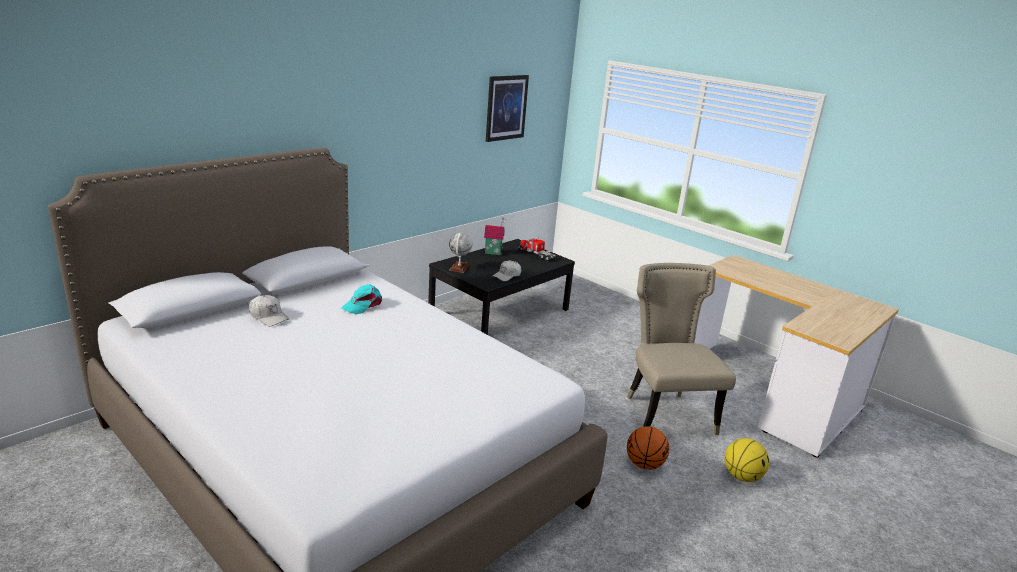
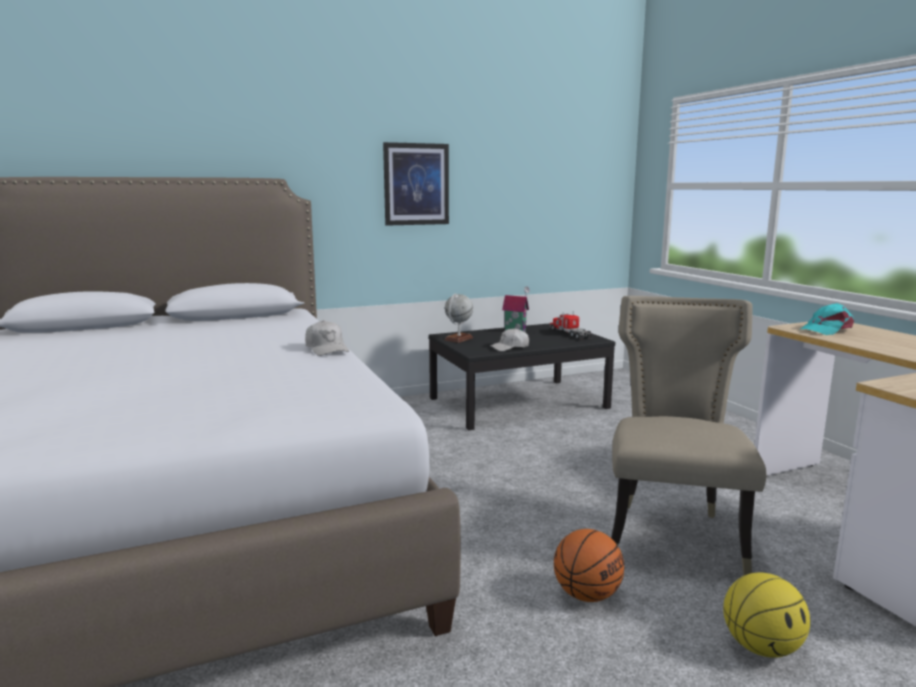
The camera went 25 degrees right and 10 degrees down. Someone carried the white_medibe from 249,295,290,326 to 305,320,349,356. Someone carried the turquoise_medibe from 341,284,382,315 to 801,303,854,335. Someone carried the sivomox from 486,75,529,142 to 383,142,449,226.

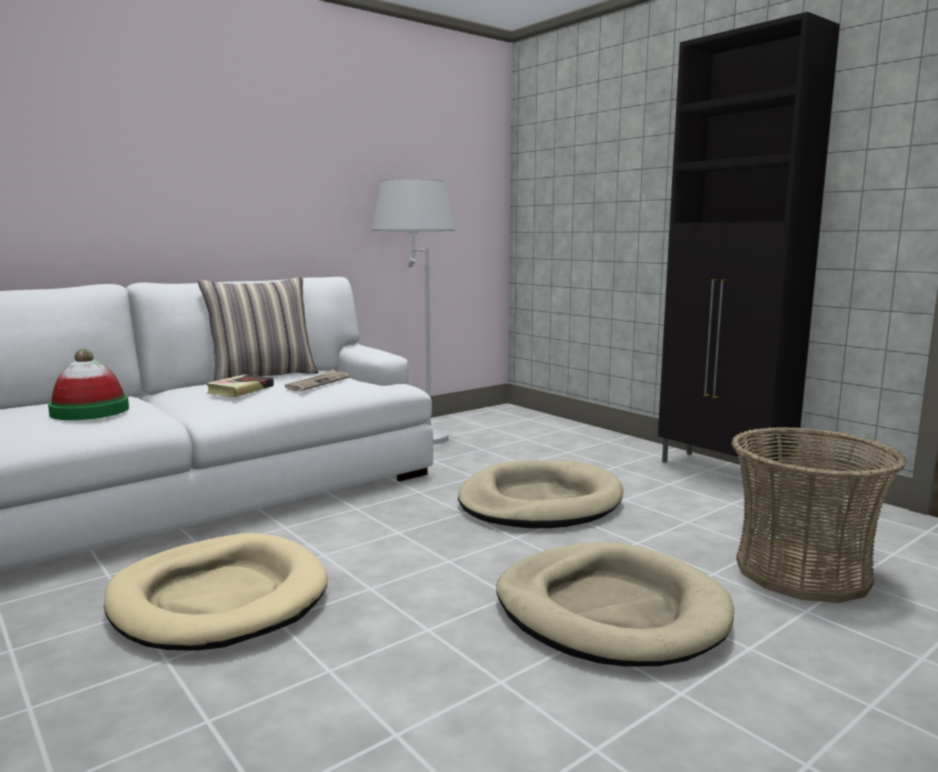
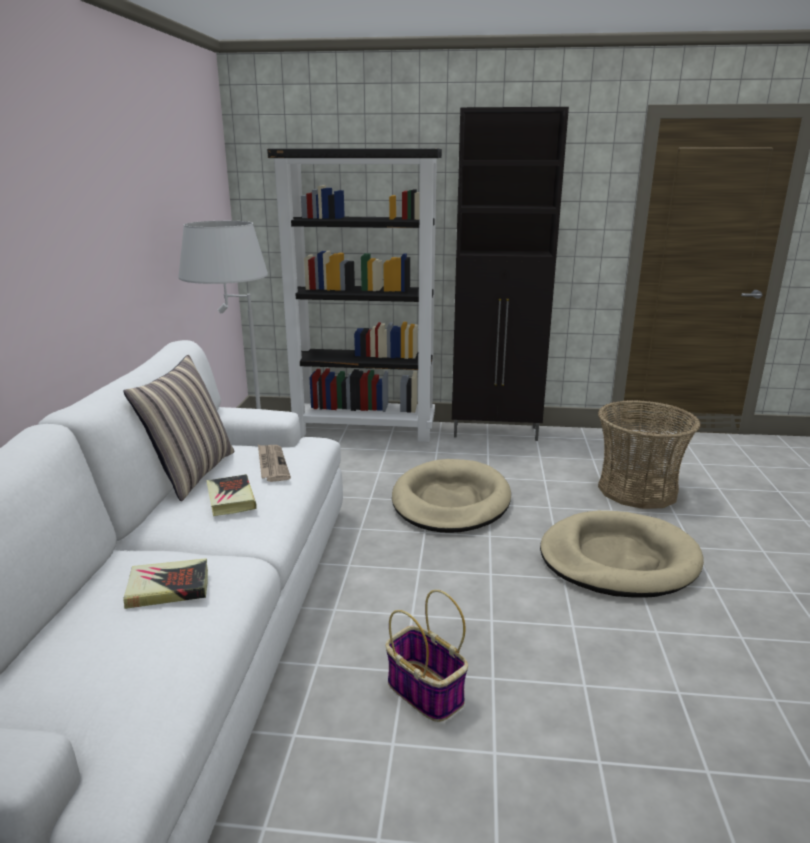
The camera went 45 degrees left and 10 degrees up. Someone put down the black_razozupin at 267,148,442,442. Someone swapped the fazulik at 48,349,129,420 for the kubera at 123,558,208,609. Someone swapped the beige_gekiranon at 104,533,328,651 for the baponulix at 386,590,468,722.

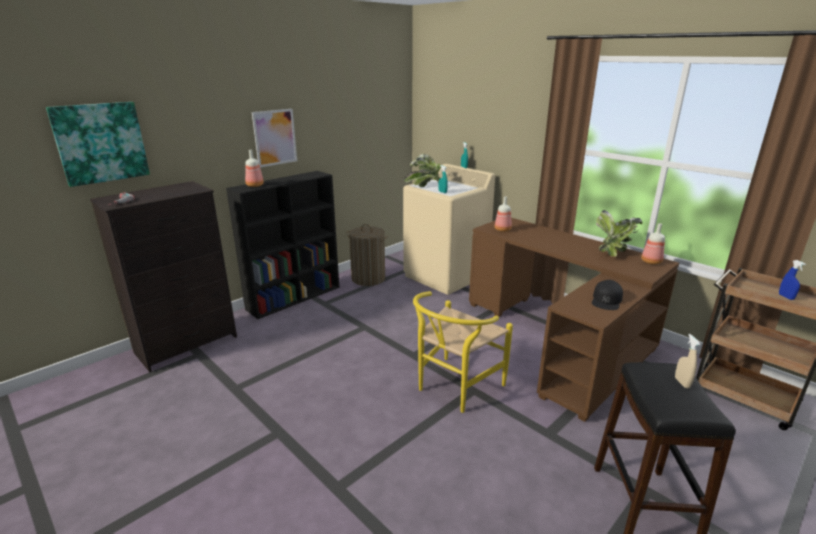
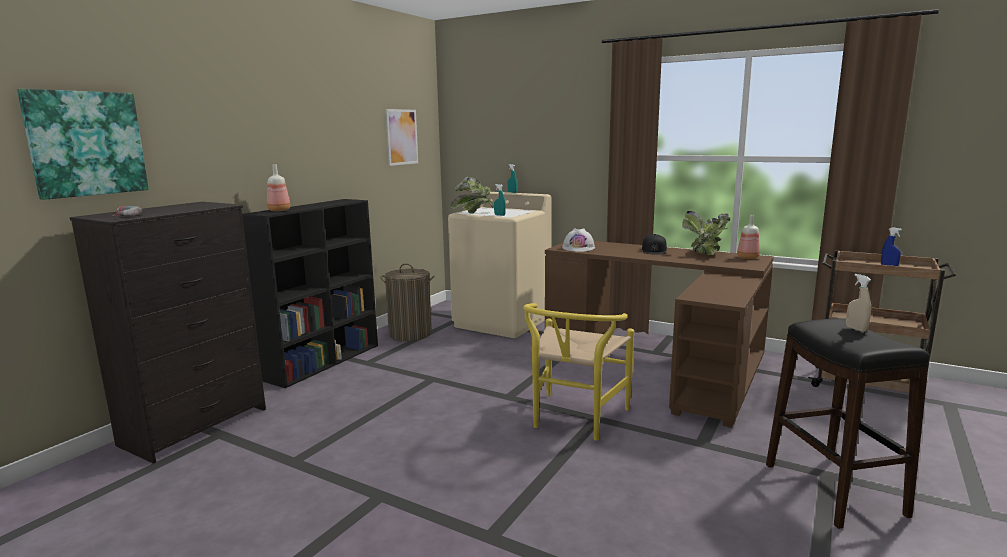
The camera went 15 degrees left and 10 degrees down. Someone carried the sivomox from 252,109,297,167 to 385,109,418,166. Someone carried the black_medibe from 592,280,623,310 to 642,234,667,255. Someone swapped the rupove at 495,196,512,232 for the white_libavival at 562,228,595,252.

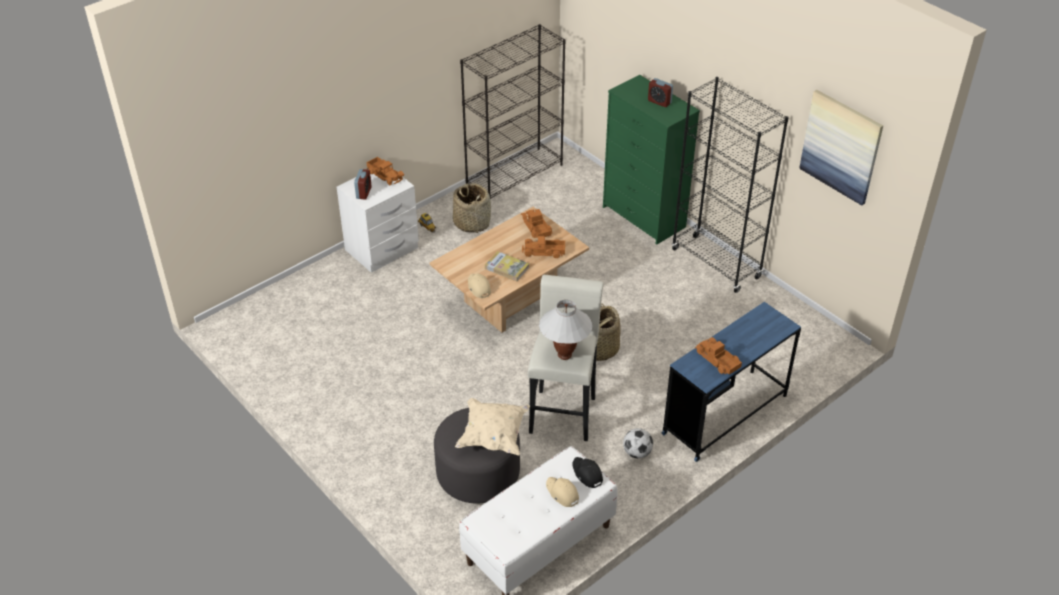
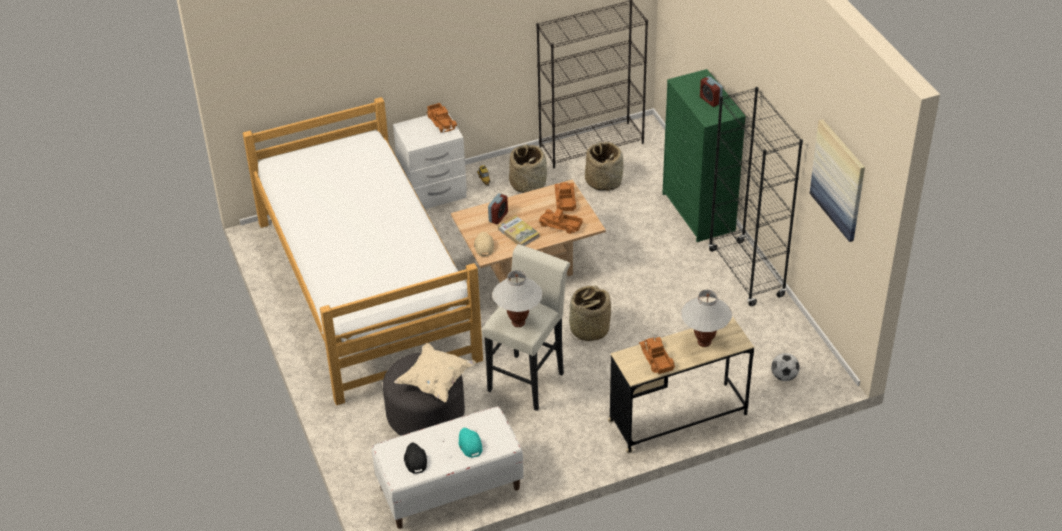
The camera went 20 degrees right and 0 degrees up. Someone put down the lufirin at 243,97,483,405. Someone put down the baponulix at 585,142,624,191. Someone put down the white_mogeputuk at 681,290,732,347. Someone carried the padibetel from 354,169,372,200 to 488,193,508,224. Someone carried the black_medibe from 572,457,603,488 to 404,443,427,474. Someone carried the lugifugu from 623,428,653,458 to 771,353,800,381. Someone repainted the beige_medibe at 546,477,579,507, which became the turquoise_medibe at 458,428,482,458. Someone repainted the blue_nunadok at 662,302,801,462, which became the beige_nunadok at 608,316,754,453.

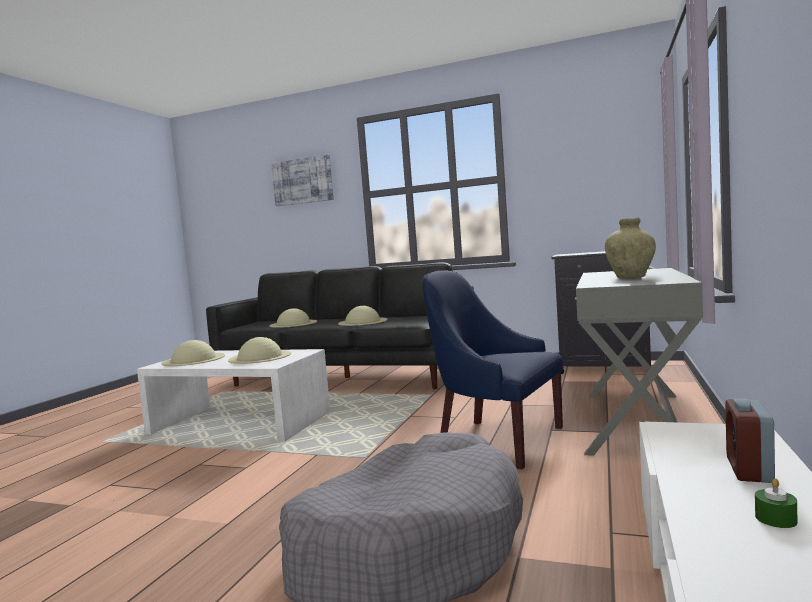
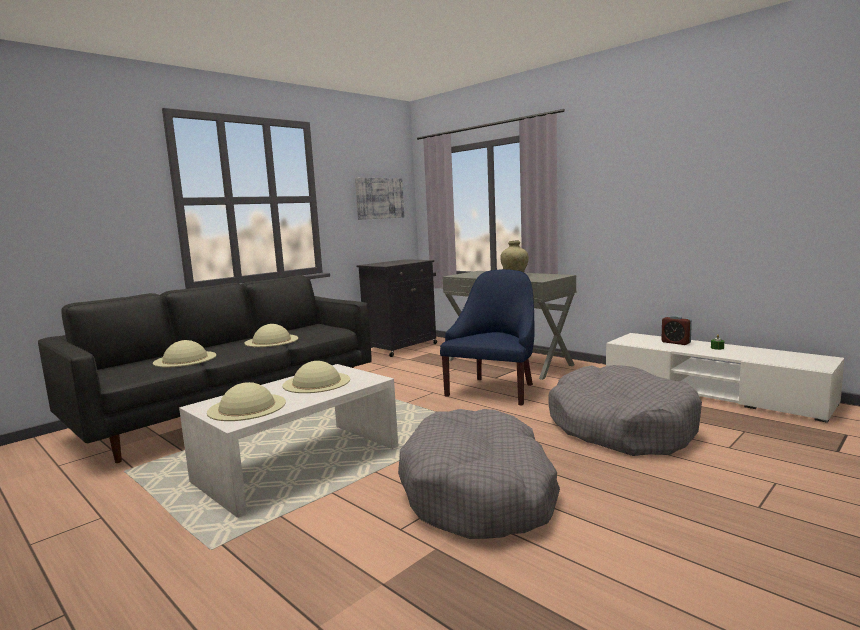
The camera went 65 degrees left and 5 degrees up. Someone put down the grey_gekiranon at 398,409,560,539. Someone carried the sivomox from 271,155,334,206 to 355,178,404,220. Someone rotated the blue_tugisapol at 423,270,563,469 by 150 degrees clockwise.

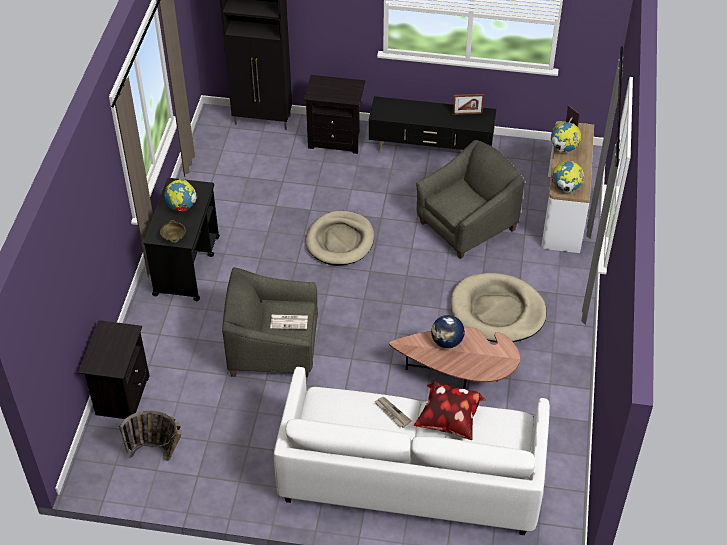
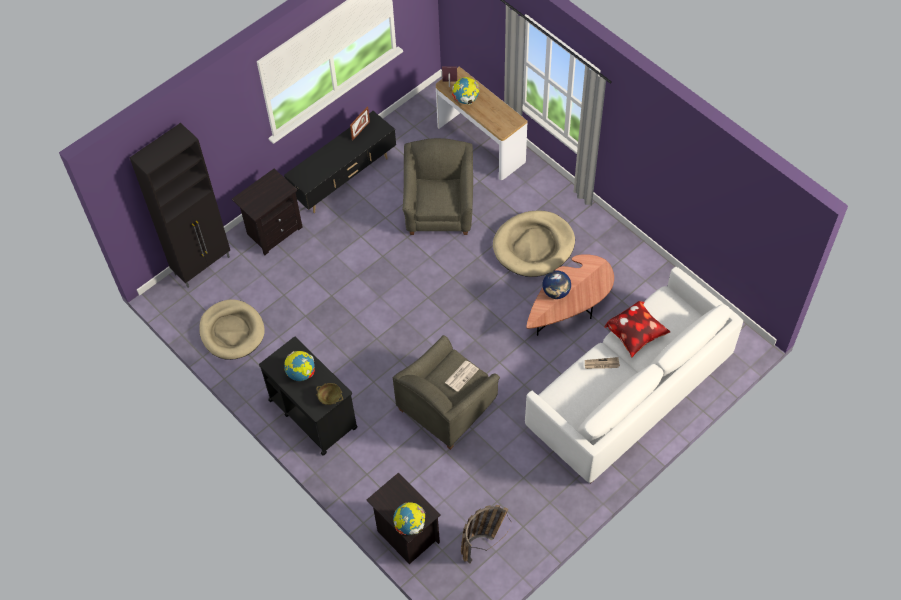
The camera went 50 degrees left and 10 degrees up. Someone carried the beige_gekiranon from 306,211,374,265 to 199,299,265,360. Someone carried the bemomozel from 552,161,585,193 to 393,502,425,535.

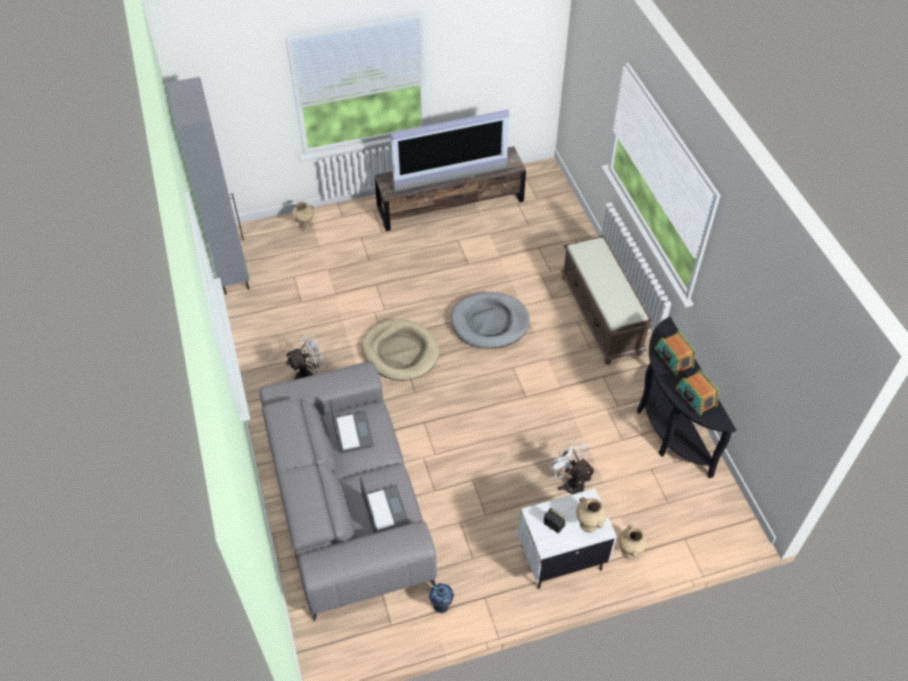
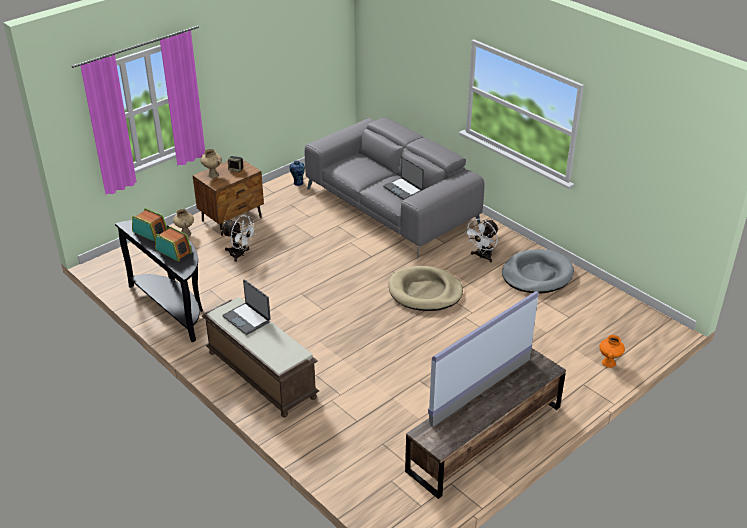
The camera went 155 degrees right and 15 degrees down. Someone took away the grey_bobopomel at 167,77,250,295. Someone carried the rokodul from 360,477,409,533 to 222,279,271,335. Someone carried the grey_gekiranon from 451,292,530,349 to 502,249,574,293. Someone repainted the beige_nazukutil at 292,201,314,231, which became the orange_nazukutil at 599,335,625,368. Someone repainted the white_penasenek at 518,488,617,589, which became the brown_penasenek at 192,160,264,236.

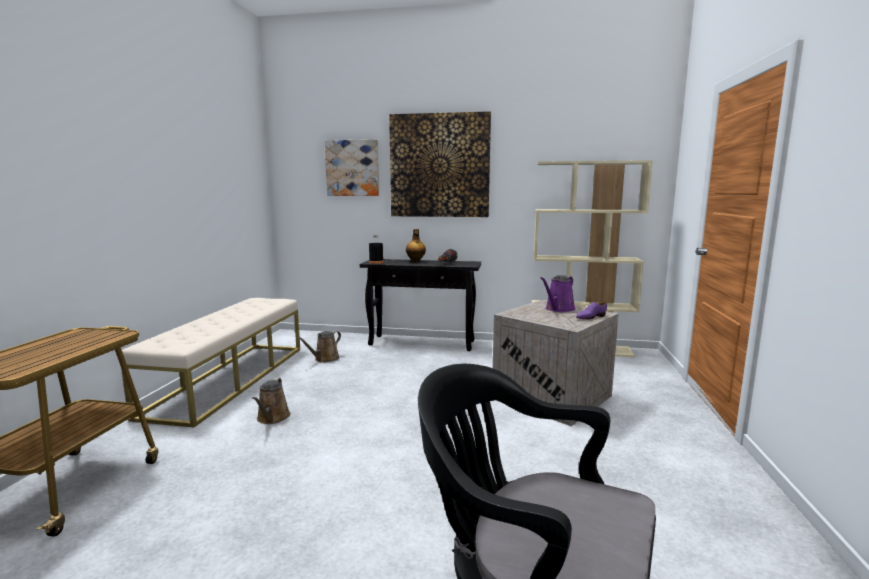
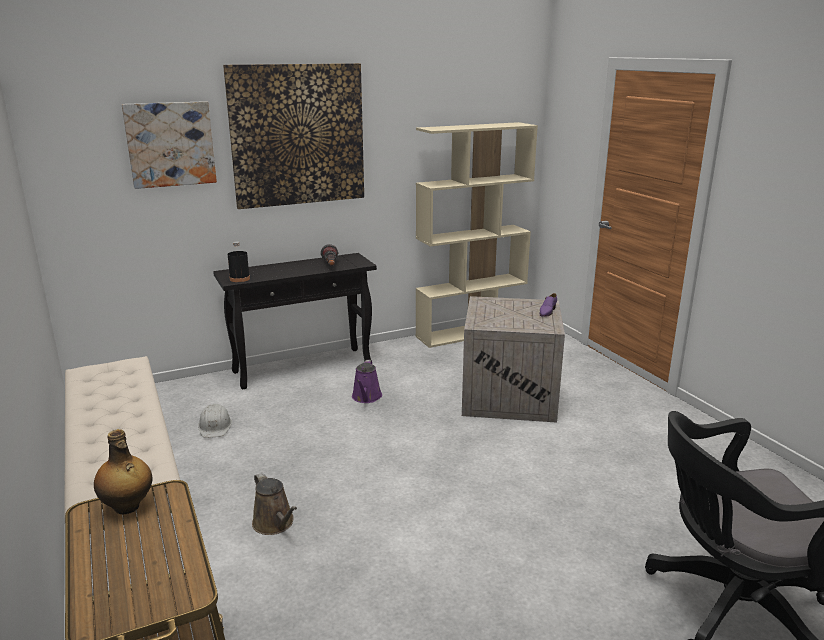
The camera went 35 degrees left and 10 degrees up. Someone carried the rupove from 406,229,426,262 to 94,429,152,514. Someone carried the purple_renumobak from 540,275,576,312 to 352,360,382,403. Someone swapped the brown_renumobak at 297,331,341,362 for the white_libavival at 198,404,232,438.

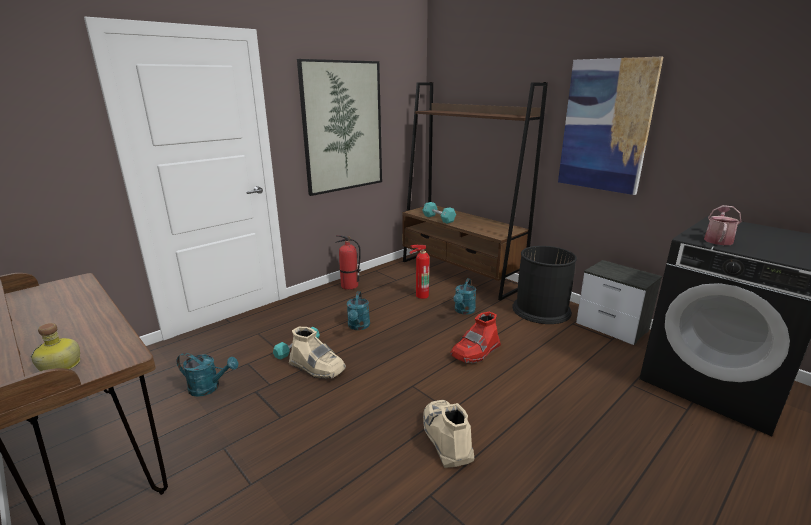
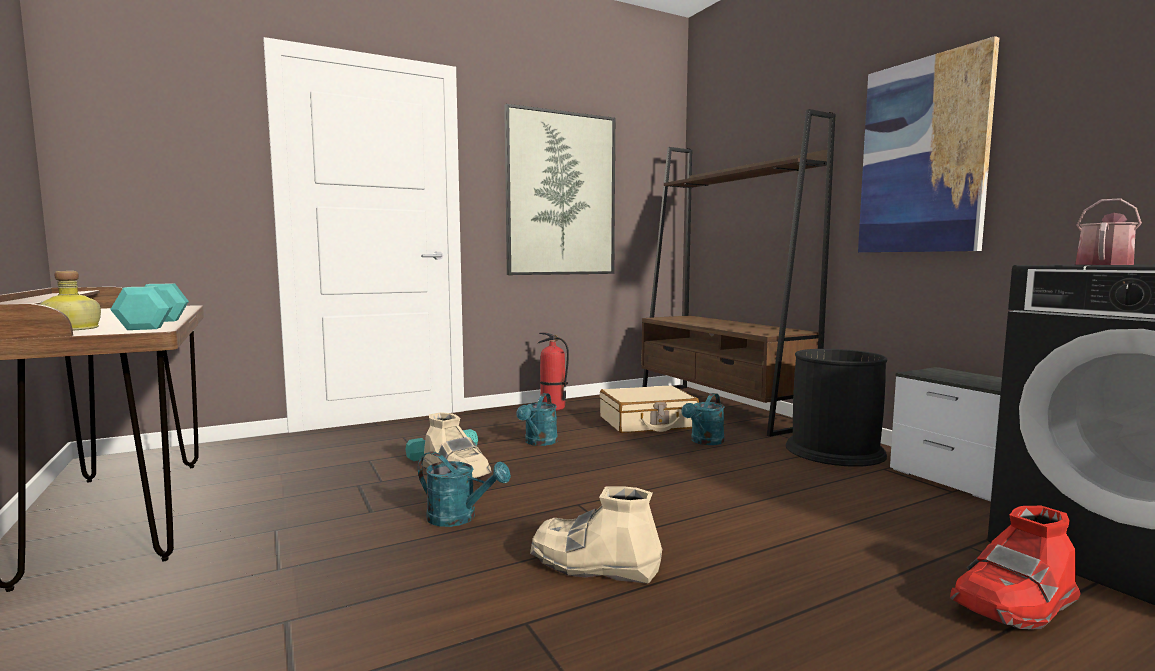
The camera went 15 degrees right and 15 degrees down. Someone carried the turquoise_renumobak from 177,353,238,397 to 418,451,511,527. Someone carried the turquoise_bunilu from 422,202,456,224 to 110,283,189,330. Someone carried the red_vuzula from 450,312,501,363 to 950,506,1080,629. Someone swapped the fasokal at 409,245,429,299 for the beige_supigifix at 600,385,699,433. Someone rotated the beige_vuzula at 423,400,475,468 by 75 degrees counterclockwise.

